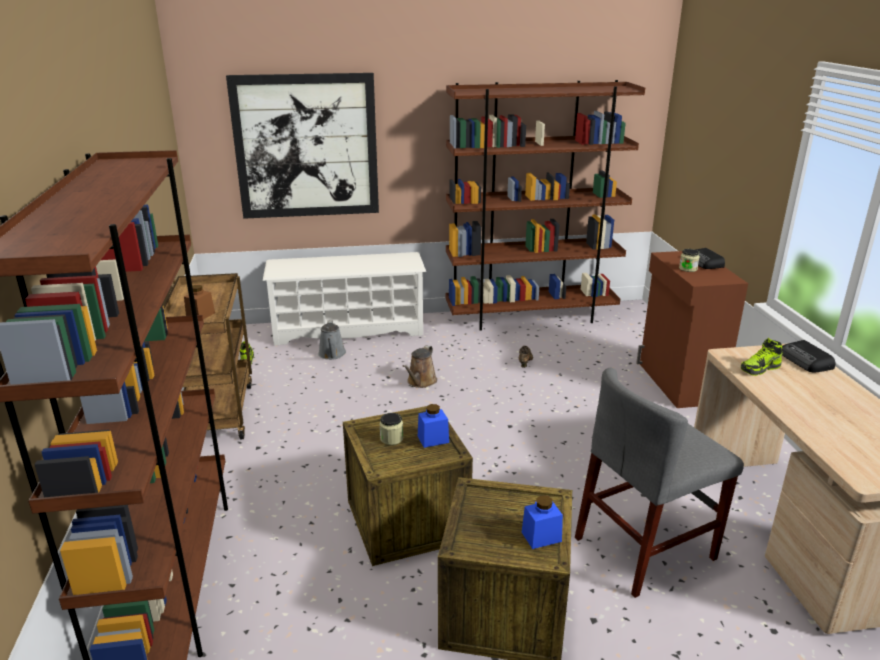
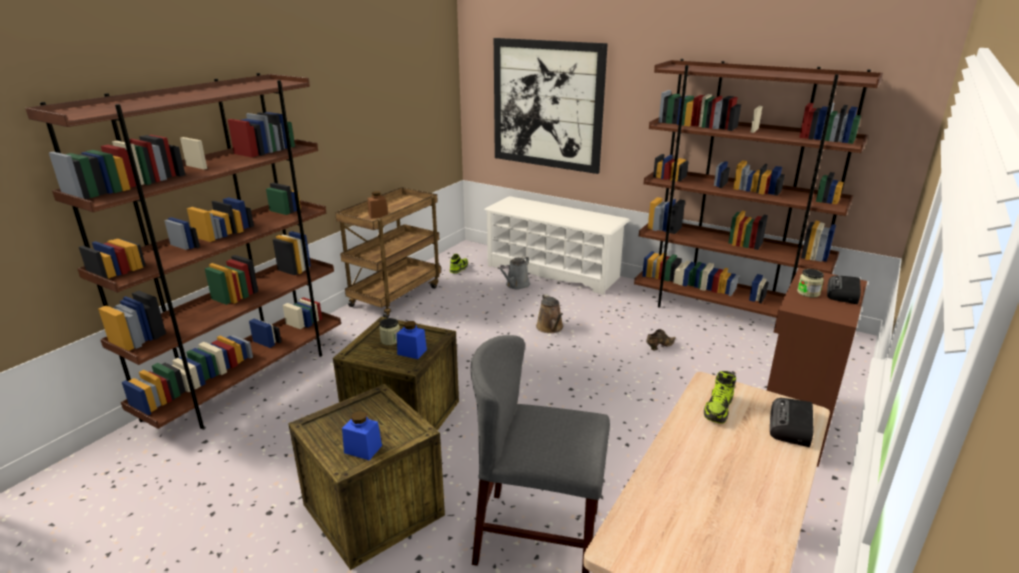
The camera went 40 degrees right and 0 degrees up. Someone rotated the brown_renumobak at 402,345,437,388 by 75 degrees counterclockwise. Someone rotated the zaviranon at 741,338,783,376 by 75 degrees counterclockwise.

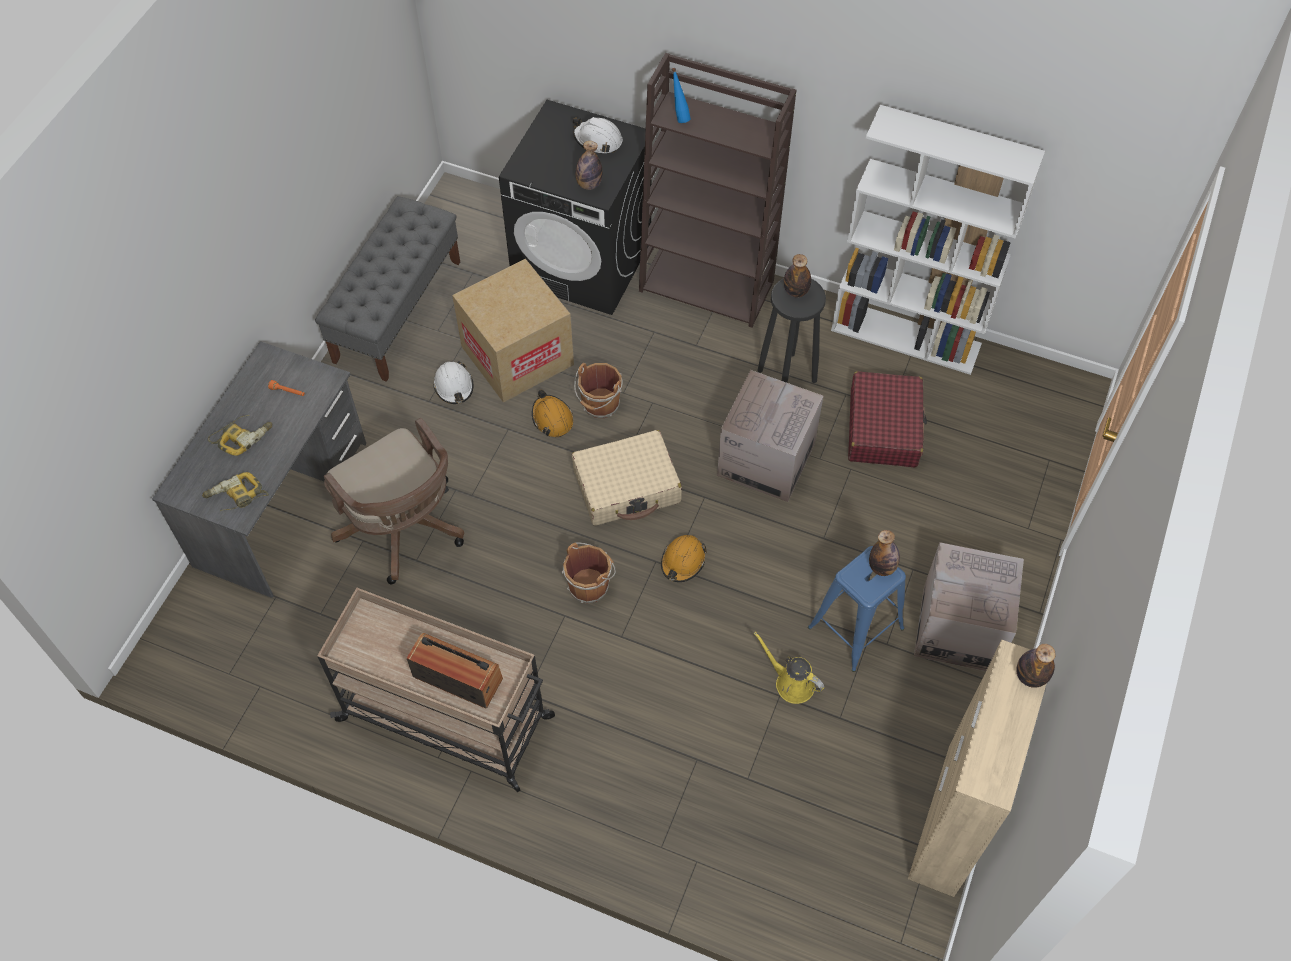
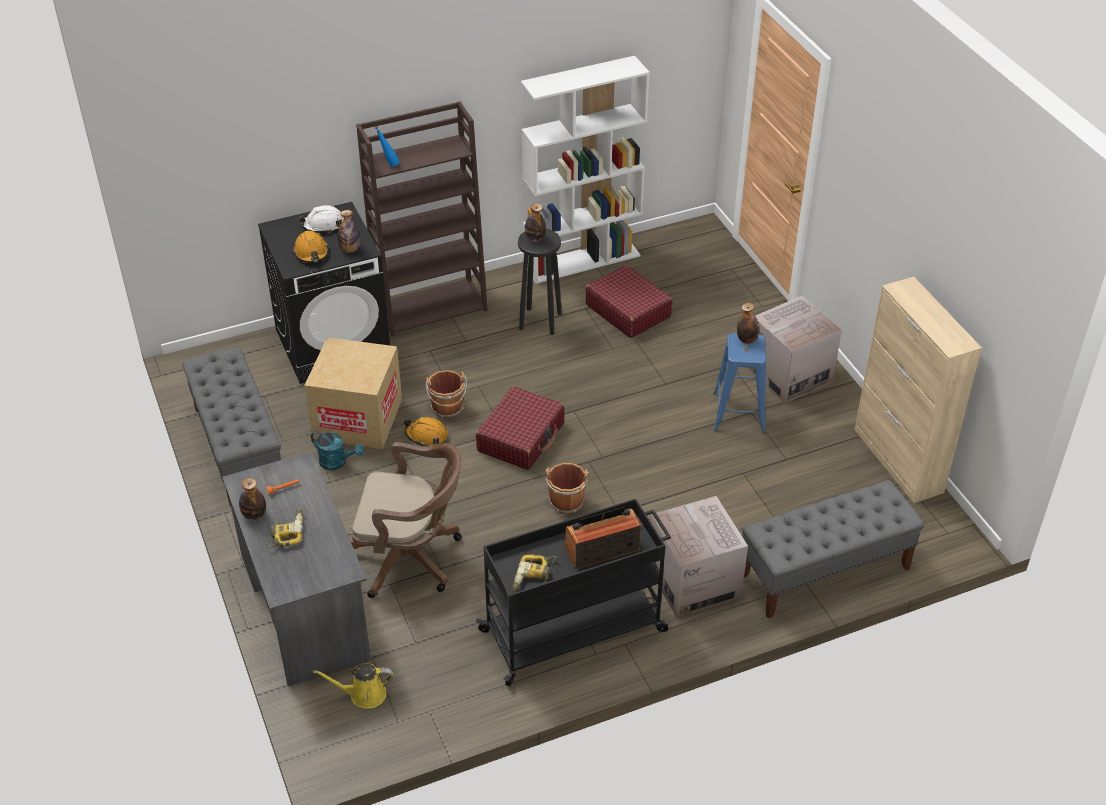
The camera went 45 degrees left and 15 degrees down. Someone put down the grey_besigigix at 742,480,925,618. Someone carried the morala from 202,472,269,511 to 512,554,557,591. Someone carried the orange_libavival from 661,535,707,582 to 293,231,329,263. Someone carried the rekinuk from 717,370,824,502 to 651,496,748,618. Someone carried the yellow_renumobak from 754,632,824,704 to 313,663,393,709. Someone carried the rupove from 1017,644,1056,688 to 239,478,266,520. Someone swapped the white_libavival at 433,361,473,404 for the turquoise_renumobak at 311,431,364,470. Someone repainted the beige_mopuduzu at 317,588,555,792, which became the black_mopuduzu at 476,499,671,686. Someone repainted the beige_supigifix at 572,430,682,526, which became the red_supigifix at 476,386,564,470.

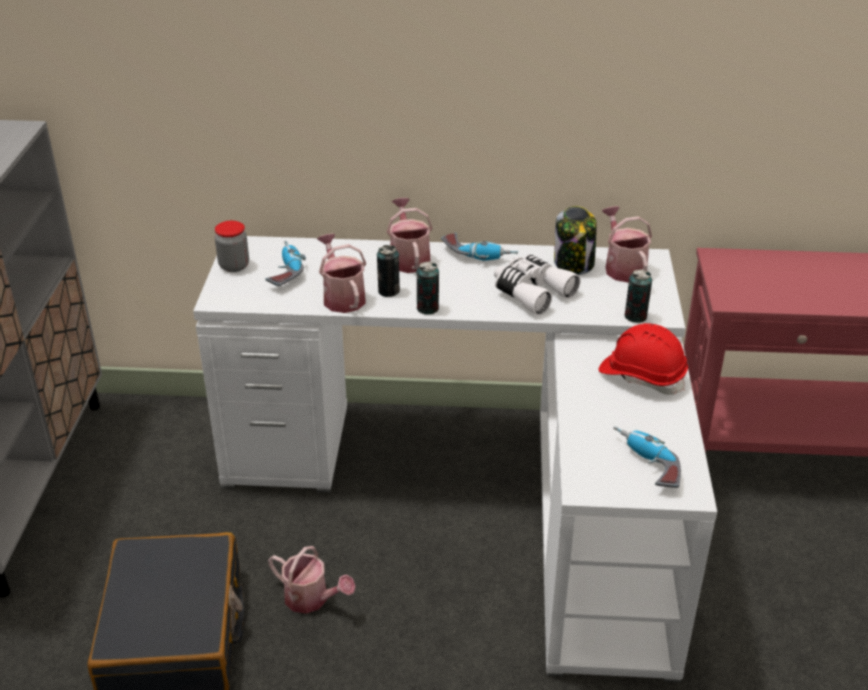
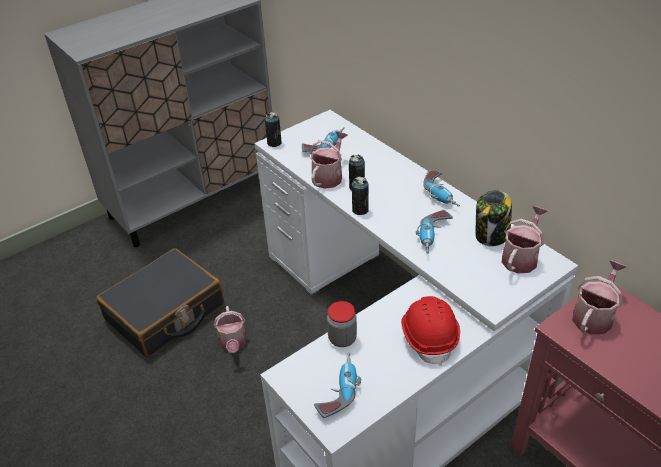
The camera went 50 degrees right and 5 degrees up. Someone carried the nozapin from 215,221,249,272 to 327,301,357,347. Someone carried the renumobak from 387,198,433,273 to 572,260,627,335. Someone carried the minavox from 625,269,652,323 to 265,112,282,147. Someone swapped the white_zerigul at 494,254,581,316 for the morala at 416,210,453,253.

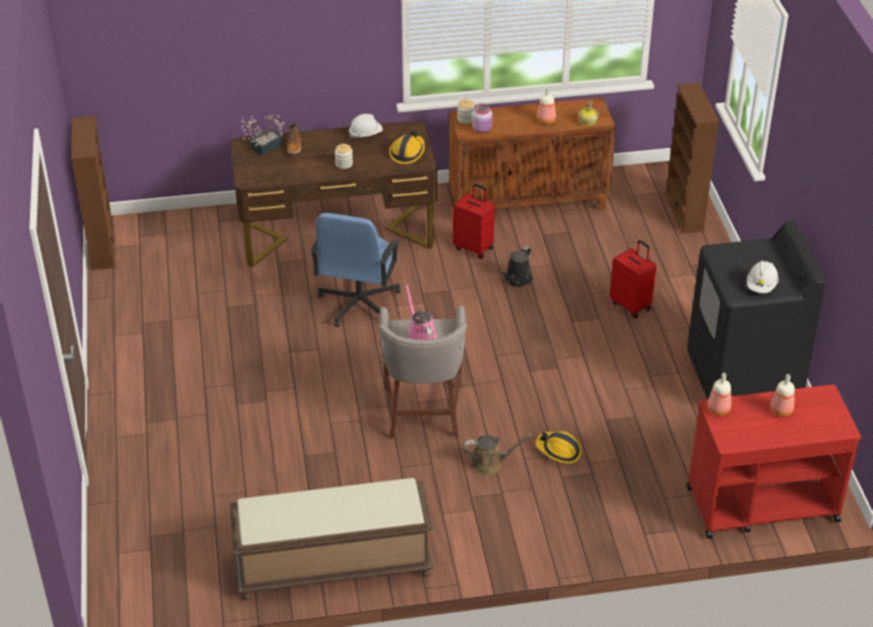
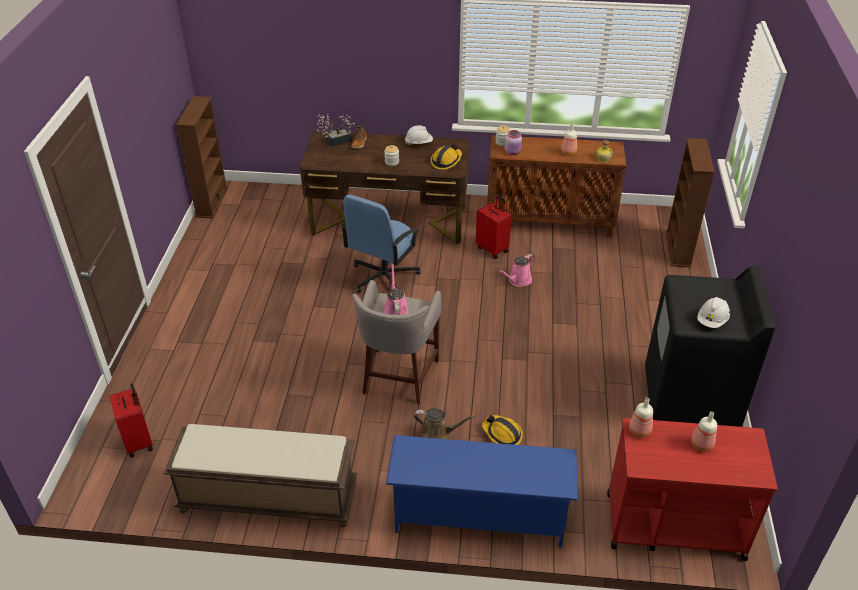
The camera went 15 degrees right and 0 degrees up. Someone put down the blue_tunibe at 386,435,578,547. Someone carried the red_supigifix from 610,240,656,319 to 109,383,153,458. Someone repainted the black_renumobak at 500,246,533,287, which became the pink_renumobak at 499,254,534,287.

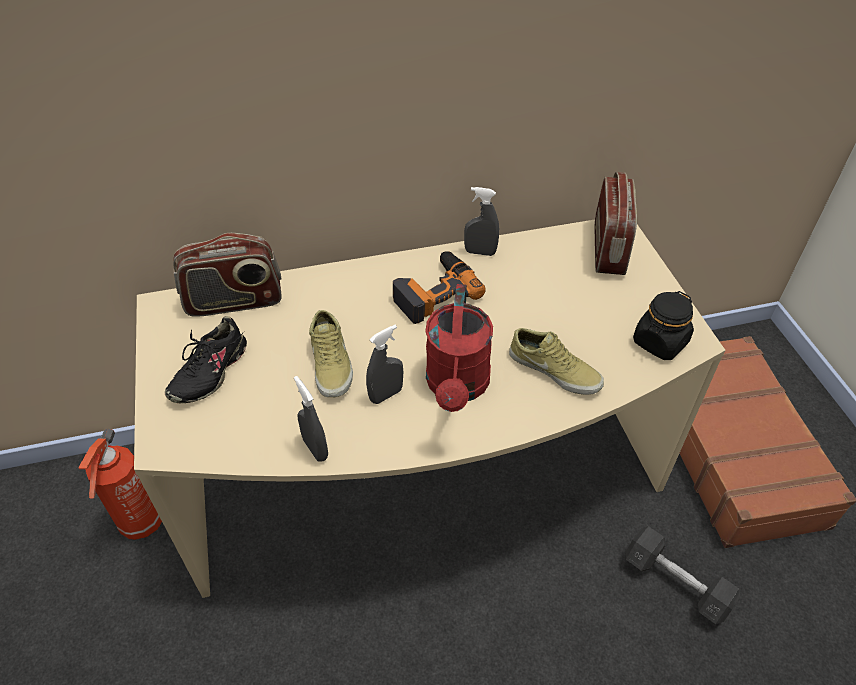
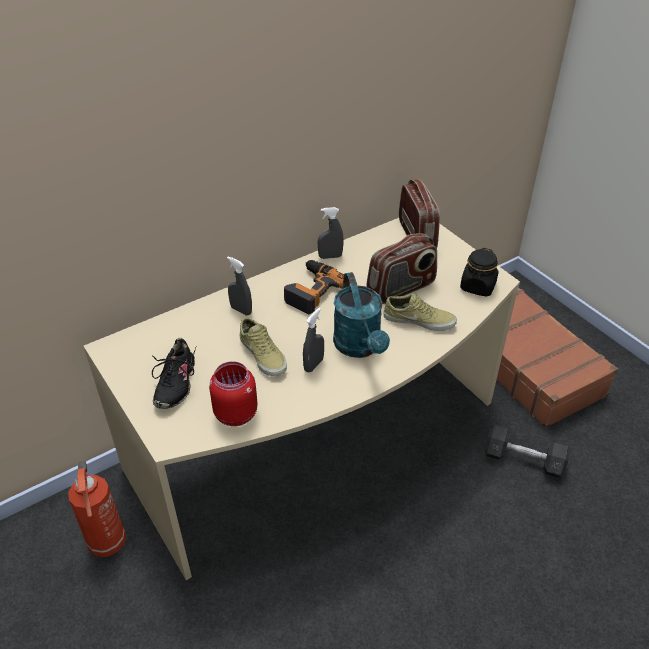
The camera went 20 degrees left and 5 degrees down. Someone put down the red_nozapin at 209,361,258,426. Someone carried the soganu from 173,233,282,317 to 366,233,437,304. Someone carried the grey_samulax from 294,376,328,462 to 227,256,252,315. Someone repainted the red_renumobak at 425,284,493,412, which became the turquoise_renumobak at 333,272,390,358.

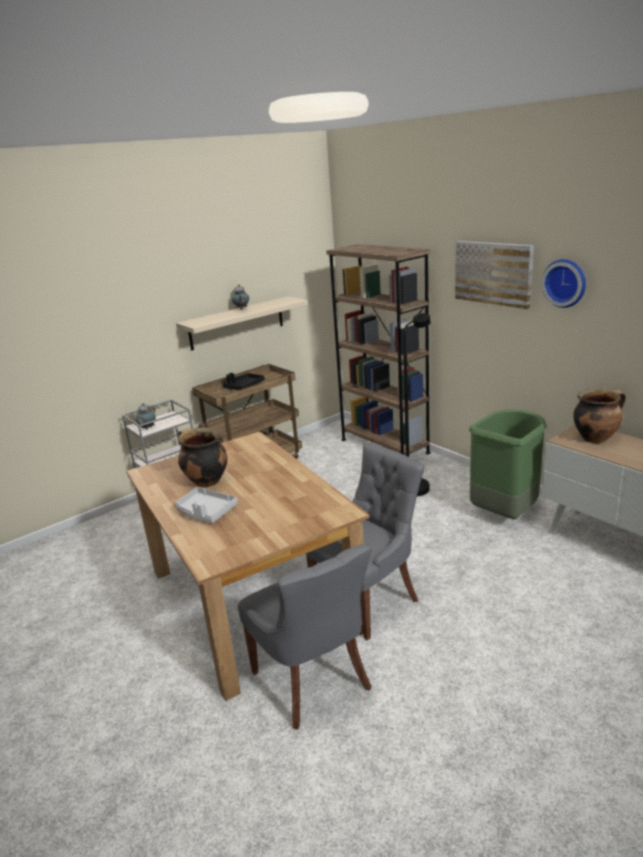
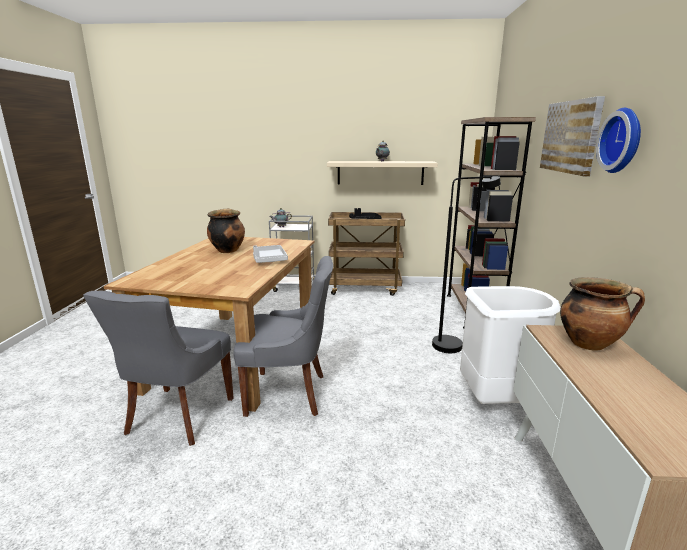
The camera went 40 degrees right and 5 degrees down. Someone carried the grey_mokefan from 176,487,238,523 to 253,245,288,263. Someone repainted the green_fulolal at 469,409,547,520, which became the white_fulolal at 460,286,561,404.

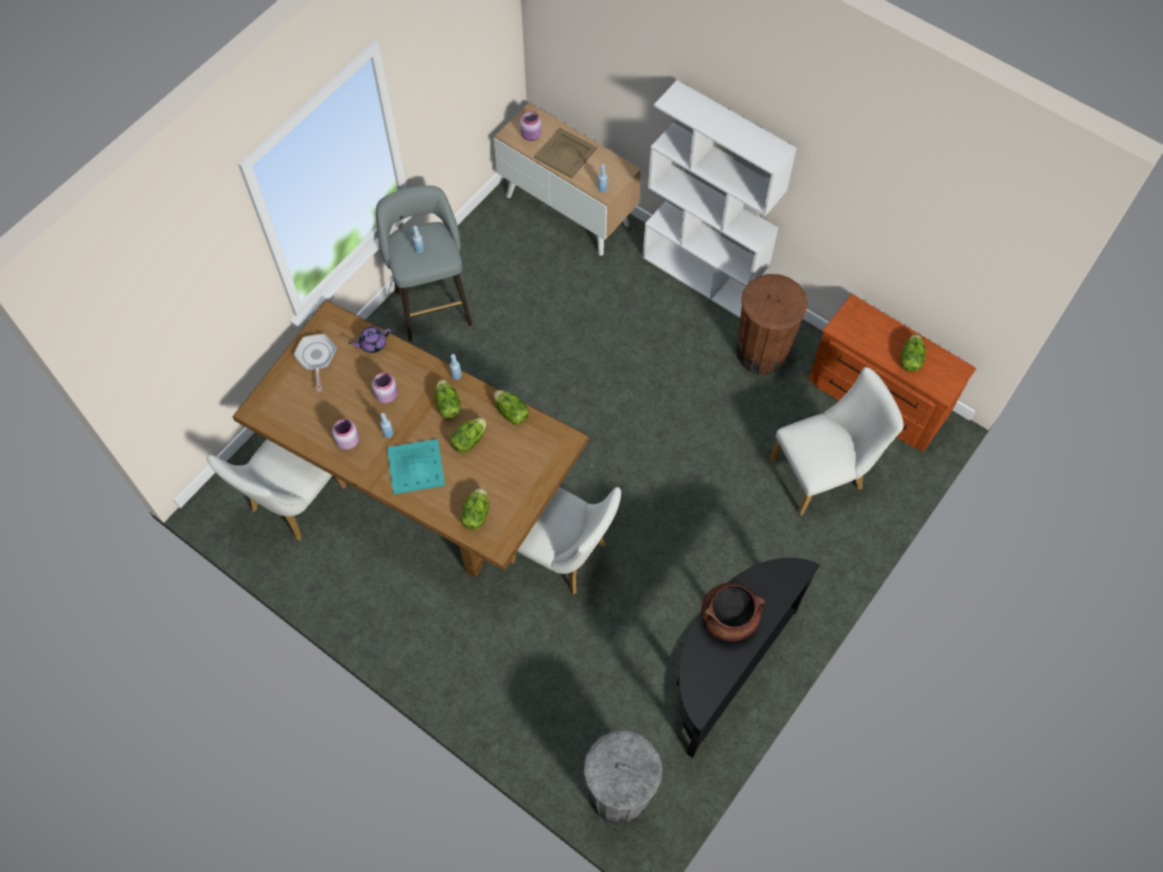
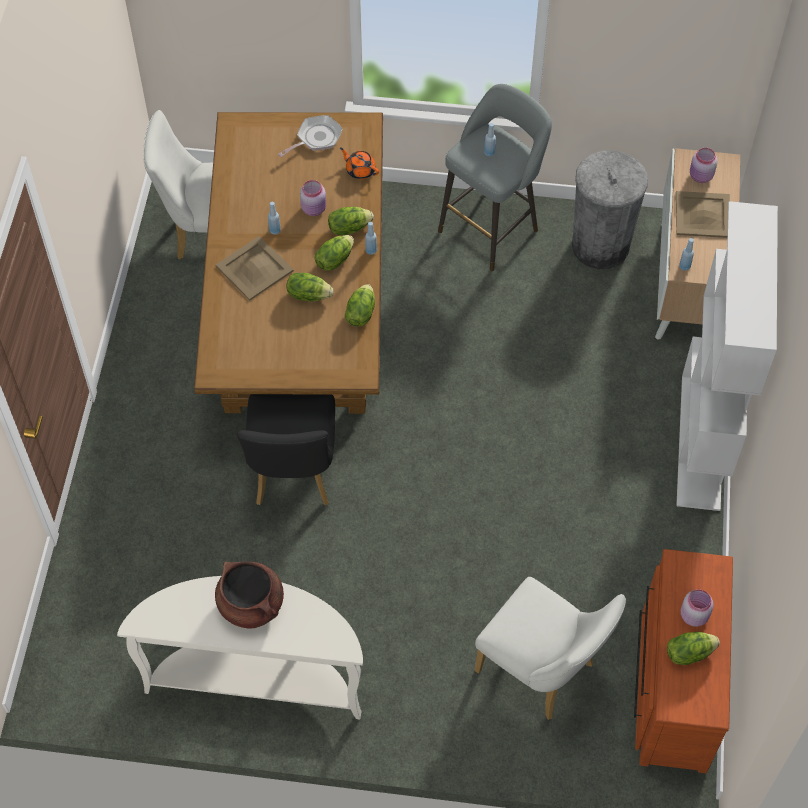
The camera went 60 degrees right and 5 degrees down. Someone took away the brown_fulolal at 736,274,808,375. Someone carried the pink_nozapin from 332,419,359,450 to 681,590,713,627. Someone carried the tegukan from 460,487,489,530 to 328,207,374,235. Someone carried the grey_fulolal from 583,730,662,825 to 572,150,648,269. Someone repainted the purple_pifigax at 349,326,391,353, which became the orange_pifigax at 340,148,379,179. Someone repainted the turquoise_mokefan at 387,439,445,495, which became the beige_mokefan at 215,236,294,301. Someone repainted the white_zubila at 510,487,621,595, which became the black_zubila at 237,394,335,505. Someone repainted the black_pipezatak at 676,558,820,758, which became the white_pipezatak at 117,576,363,719.

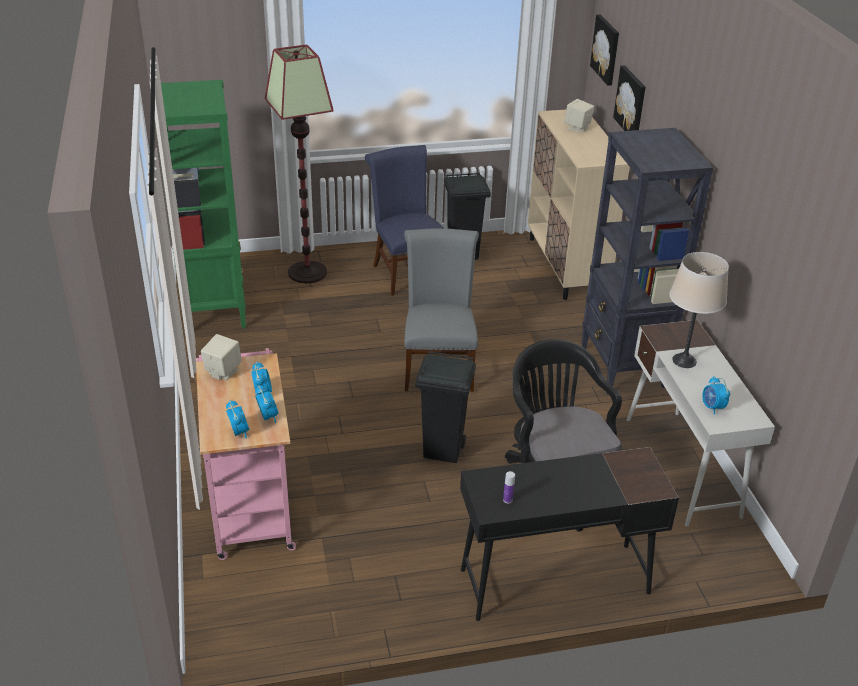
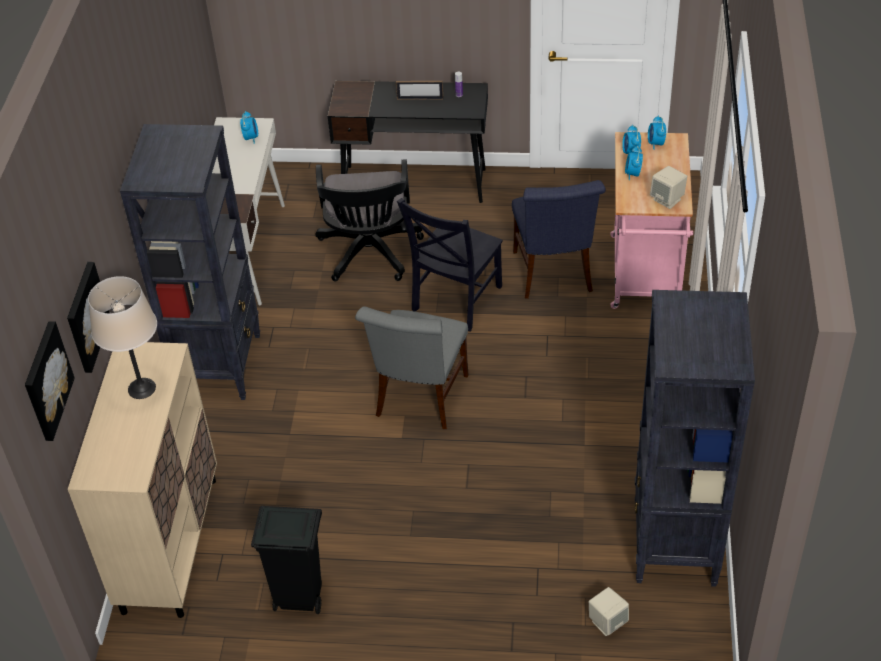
The camera went 160 degrees left and 10 degrees up. Someone took away the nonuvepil at 265,45,334,284. Someone put down the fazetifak at 396,81,444,100. Someone carried the blue_zubila from 365,145,444,296 to 512,180,606,299. Someone carried the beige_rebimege from 564,99,594,132 to 589,587,629,636. Someone carried the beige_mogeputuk from 669,252,729,368 to 88,276,157,399. Someone swapped the black_fulolal at 415,350,476,463 for the black_zubila at 397,198,503,332. Someone repainted the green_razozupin at 155,80,246,329, which became the black_razozupin at 635,290,755,587.

